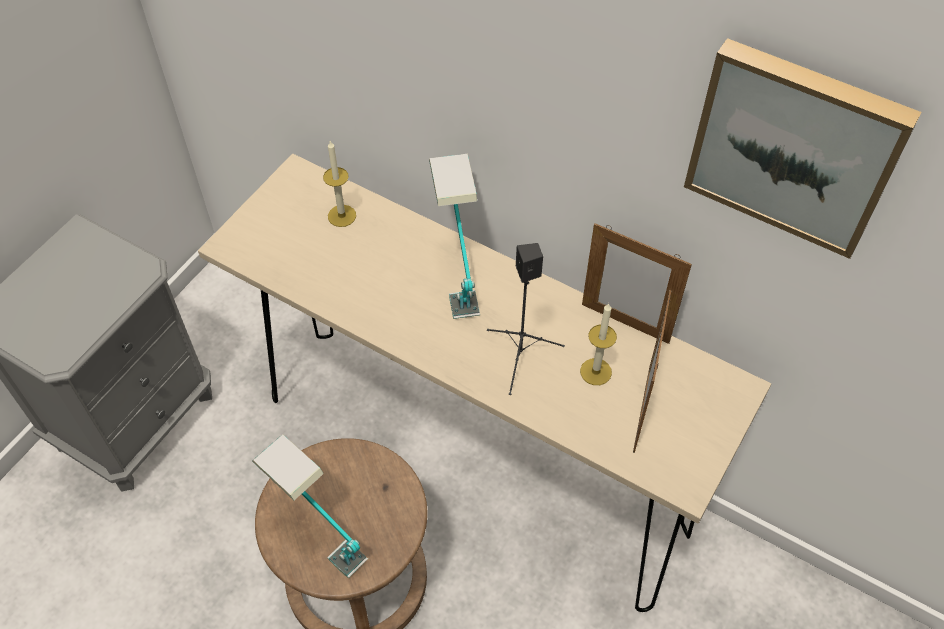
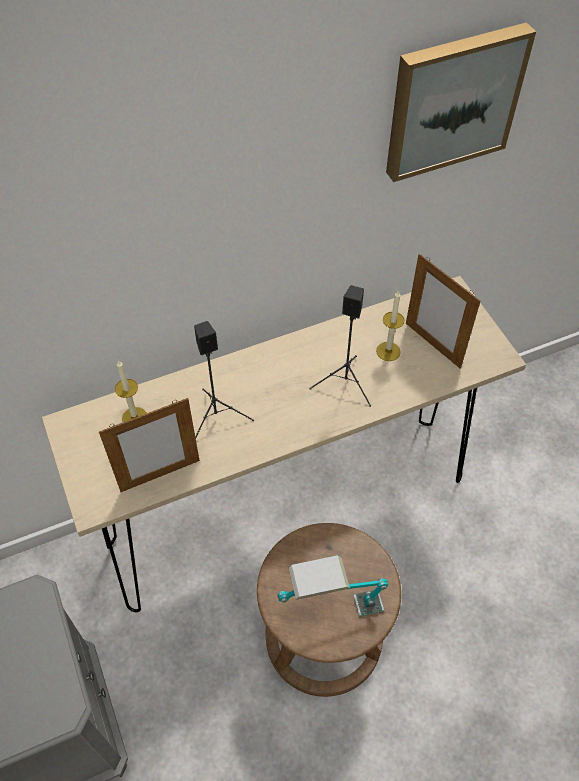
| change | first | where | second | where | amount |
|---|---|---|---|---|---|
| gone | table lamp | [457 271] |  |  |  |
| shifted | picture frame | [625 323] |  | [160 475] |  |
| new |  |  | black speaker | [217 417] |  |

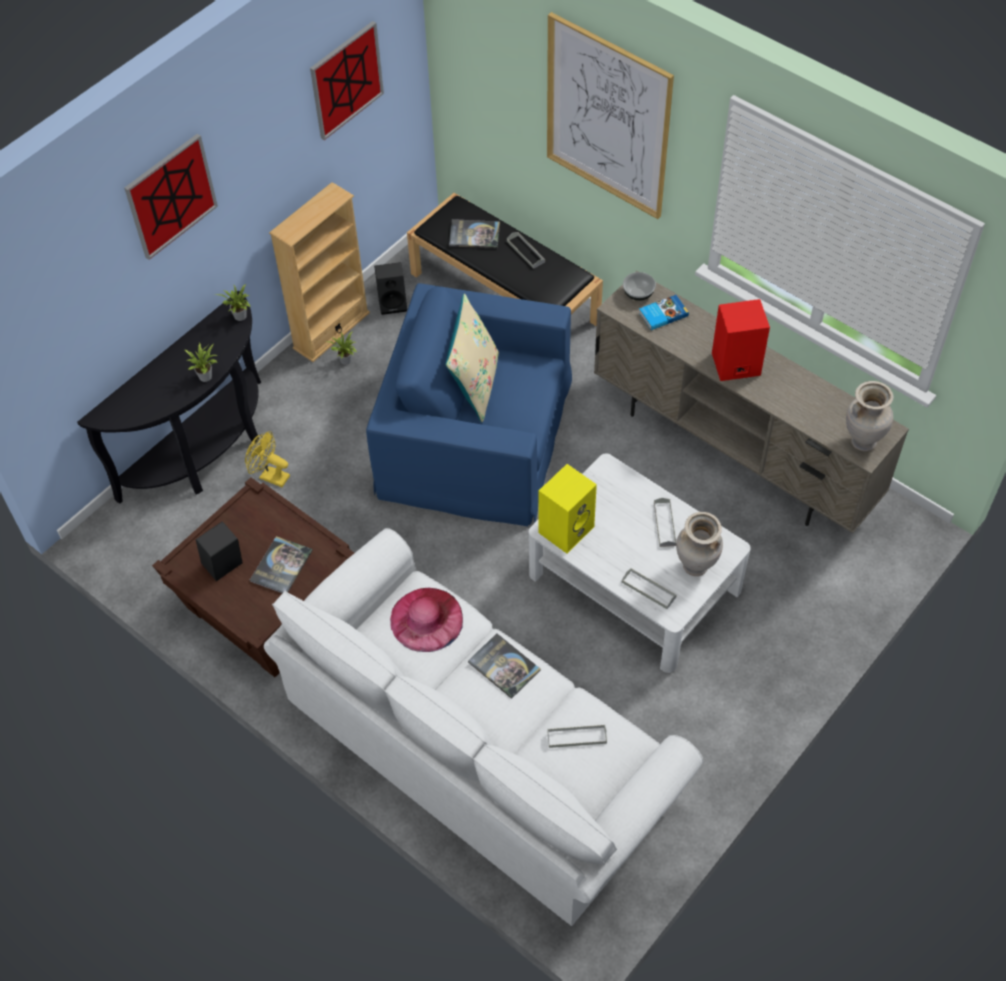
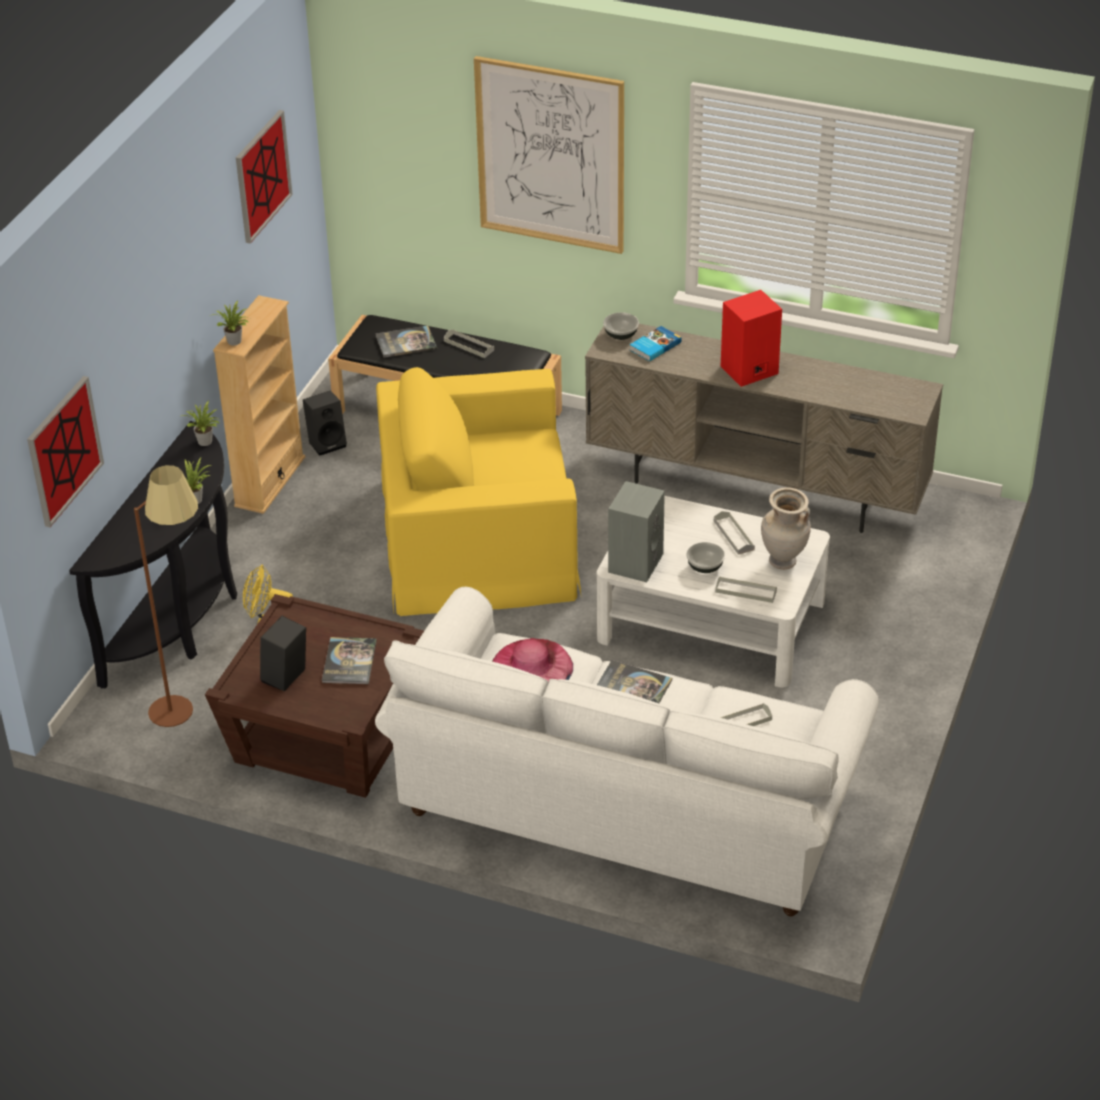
| change | first | where | second | where | amount |
|---|---|---|---|---|---|
| shifted | picture | [171 196] |  | [64 450] |  |
| shifted | potted plant | [346 361] |  | [235 342] |  |
| repainted | blue armchair | [475 436] | yellow armchair | [478 537] |  |
| gone | beige pillow | [474 384] |  |  |  |
| repainted | yellow speaker | [566 528] | grey speaker | [635 562] |  |
| gone | beige vase | [862 441] |  |  |  |
| new |  |  | brown floor lamp | [190 714] |  |
| new |  |  | bowl | [705 567] |  |

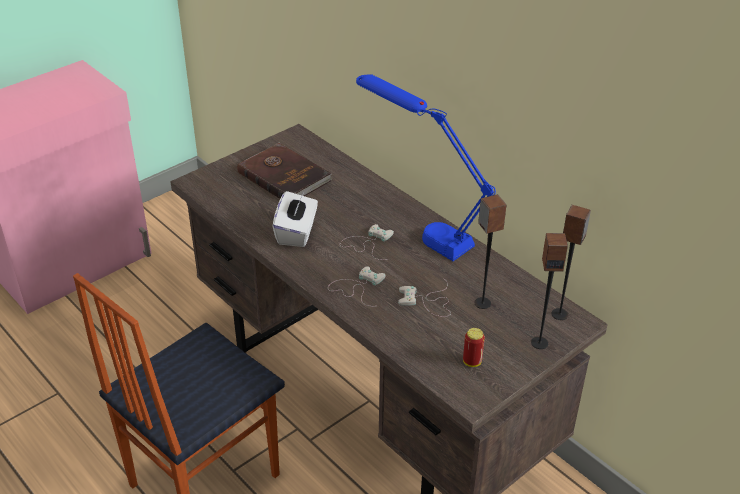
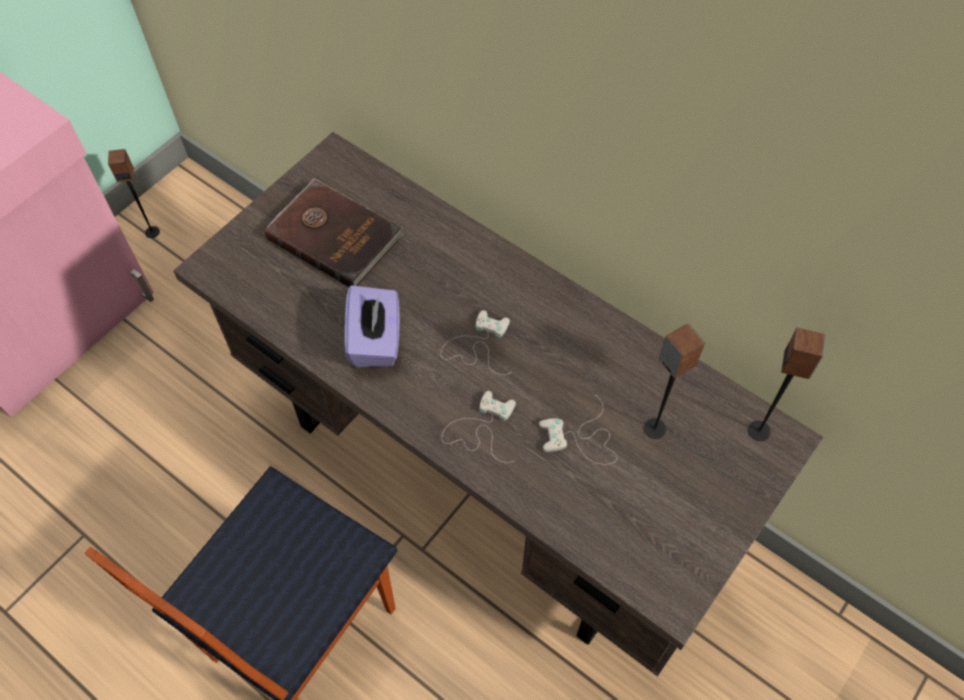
| change | first | where | second | where | amount |
|---|---|---|---|---|---|
| repainted | white tissue box | [297 232] | purple tissue box | [375 340] |  |
| gone | blue table lamp | [420 228] |  |  |  |
| gone | can | [472 362] |  |  |  |
| shifted | speaker | [539 342] |  | [152 232] |  |

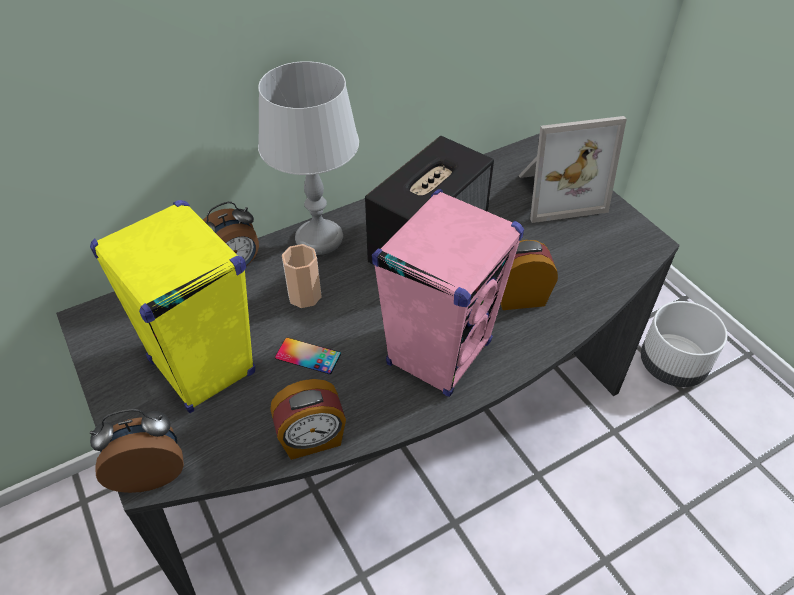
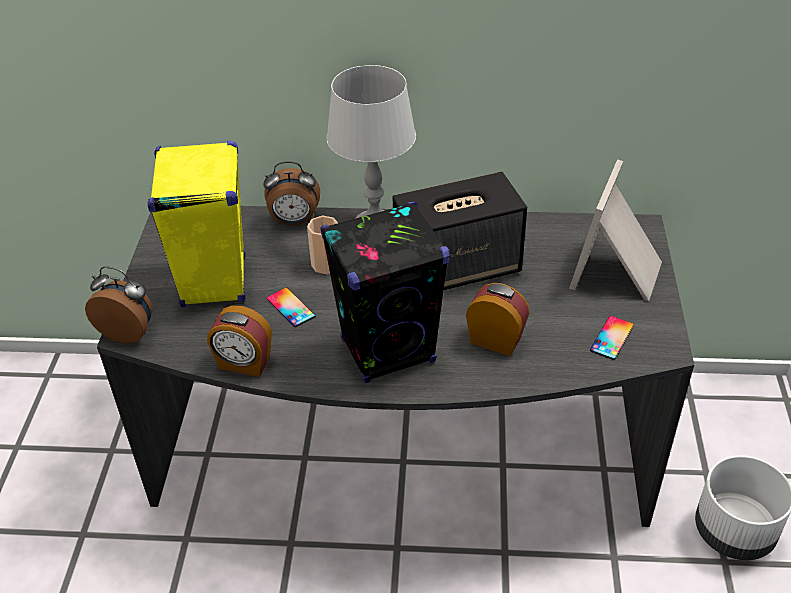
| change | first | where | second | where | amount |
|---|---|---|---|---|---|
| repainted | pink speaker | [439 353] | black speaker | [388 350] |  |
| rotated | picture frame | [557 193] |  | [618 272] | 90 degrees clockwise |
| new |  |  | phone | [612 338] |  |

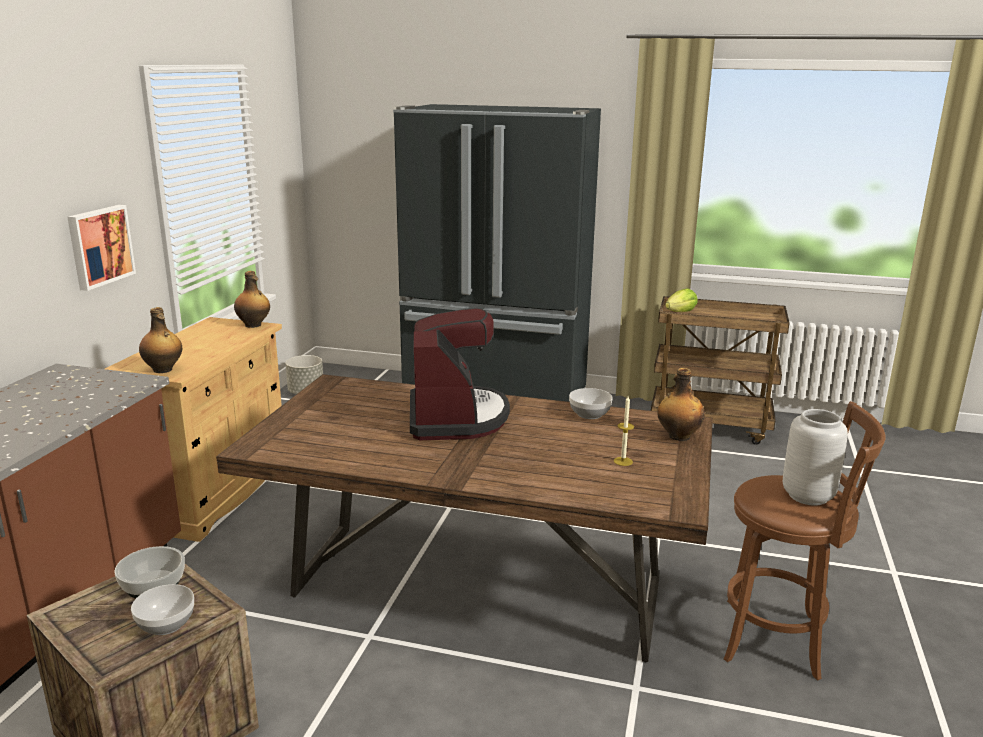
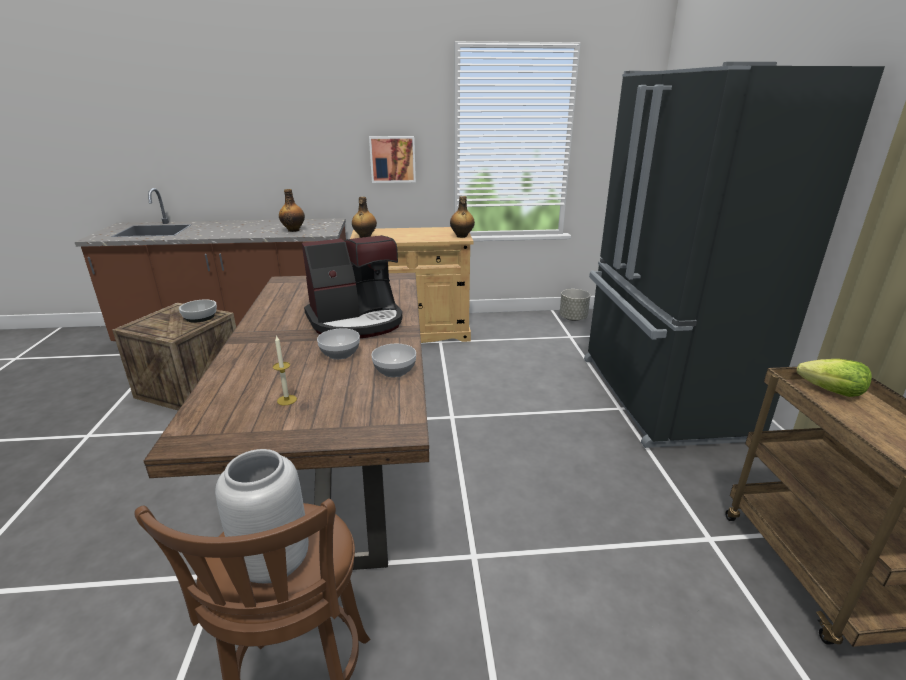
| change | first | where | second | where | amount |
|---|---|---|---|---|---|
| shifted | bowl | [167 624] |  | [340 354] |  |
| shifted | bottle | [678 436] |  | [293 230] |  |

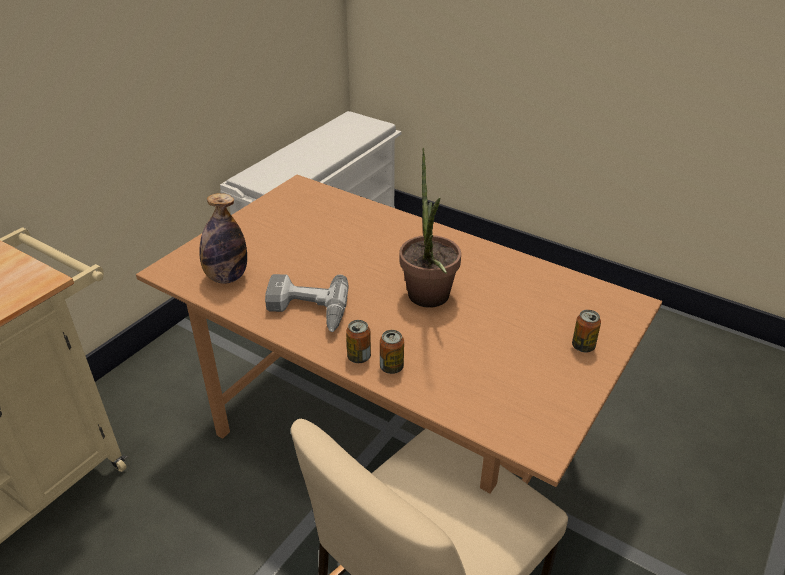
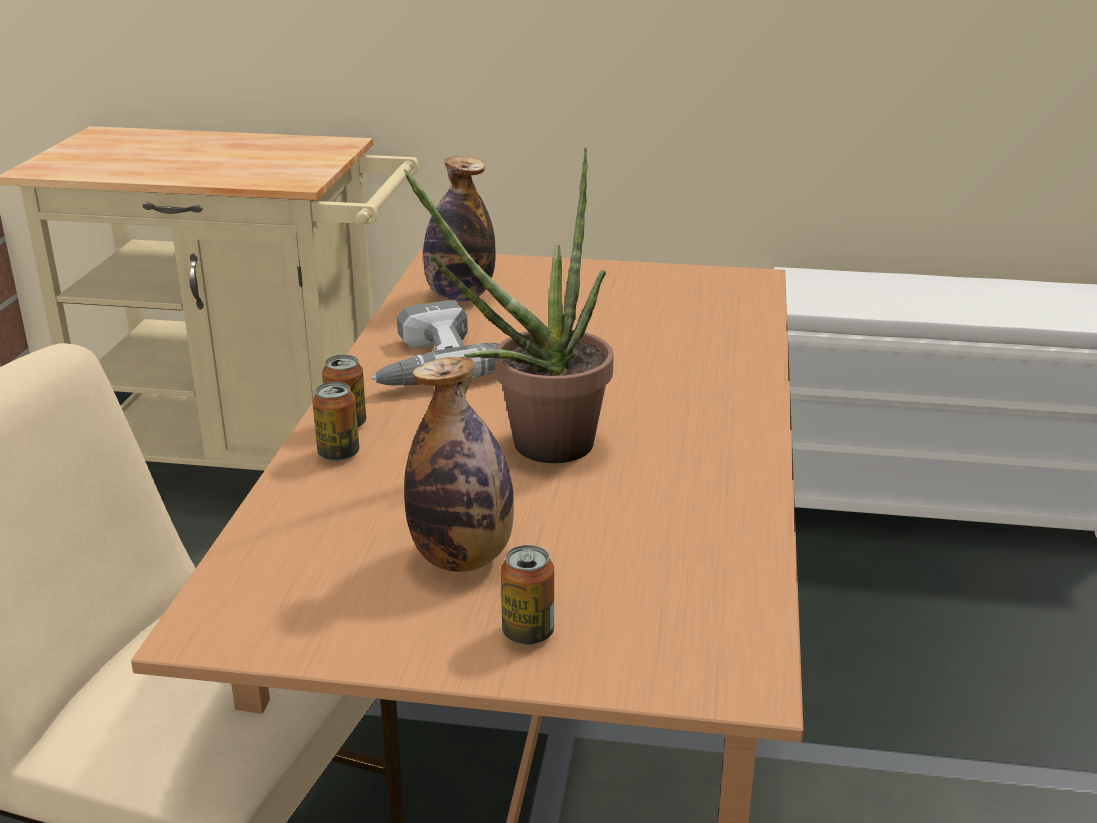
| change | first | where | second | where | amount |
|---|---|---|---|---|---|
| new |  |  | bottle | [462 558] |  |

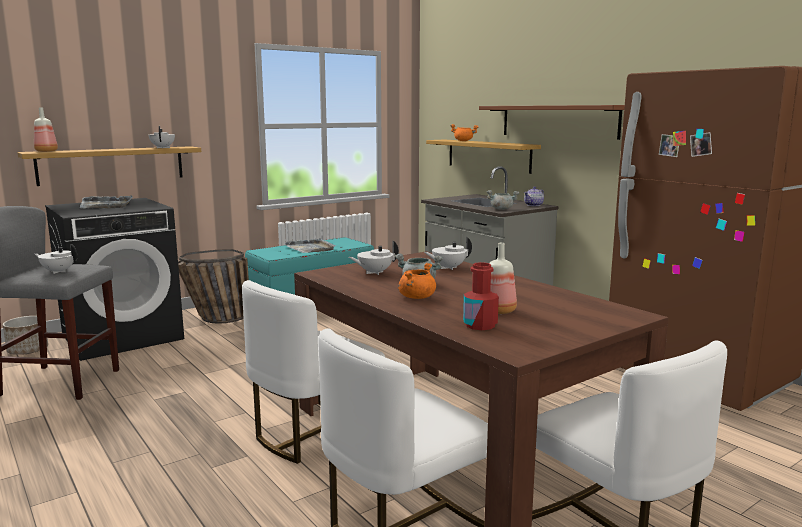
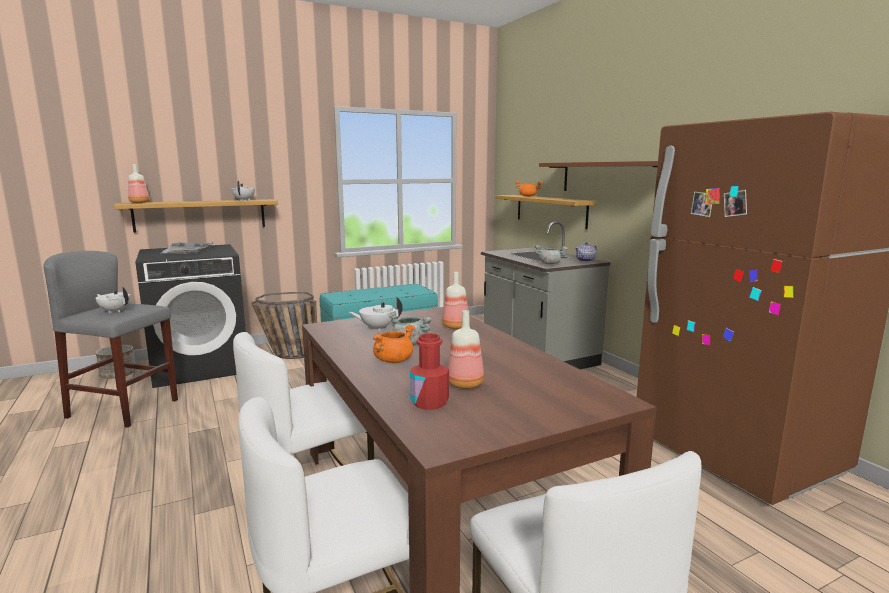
| change | first | where | second | where | amount |
|---|---|---|---|---|---|
| gone | grey tray | [310 248] |  |  |  |
| swapped | white teapot | [448 268] | bottle | [454 326] |  |

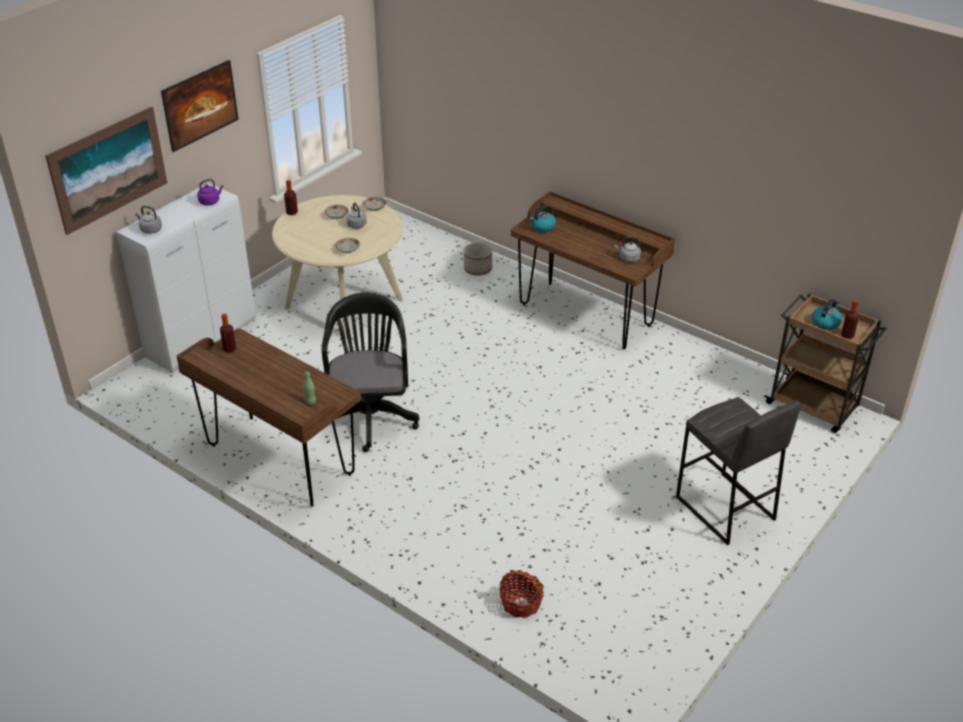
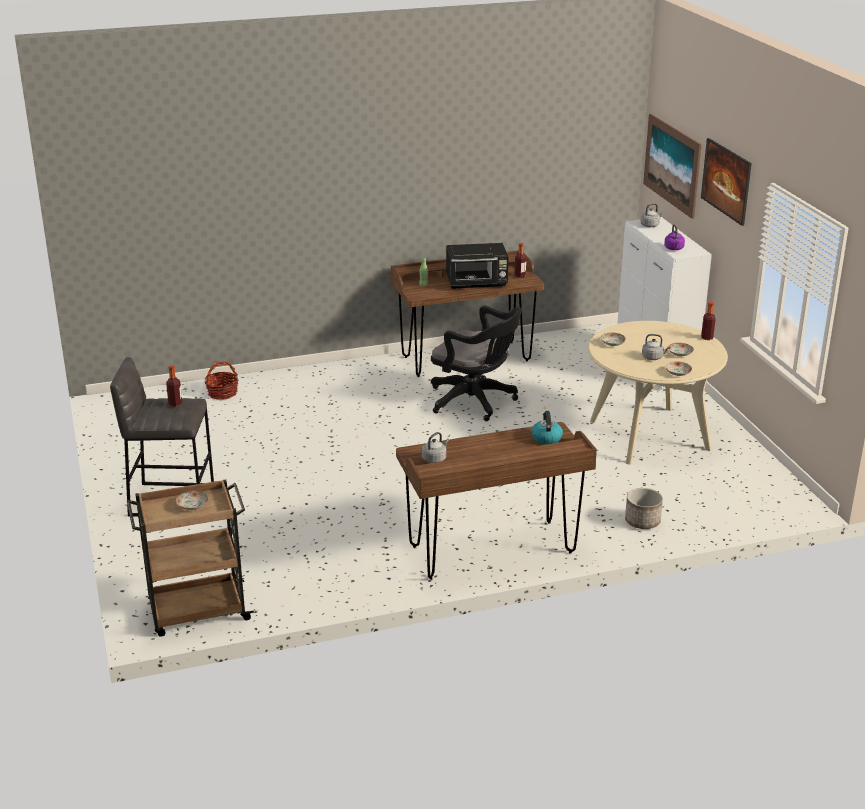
| change | first | where | second | where | amount |
|---|---|---|---|---|---|
| swapped | kettle | [826 322] | plate | [193 505] |  |
| shifted | bottle | [847 335] |  | [175 404] |  |
| new |  |  | black microwave | [477 283] |  |

